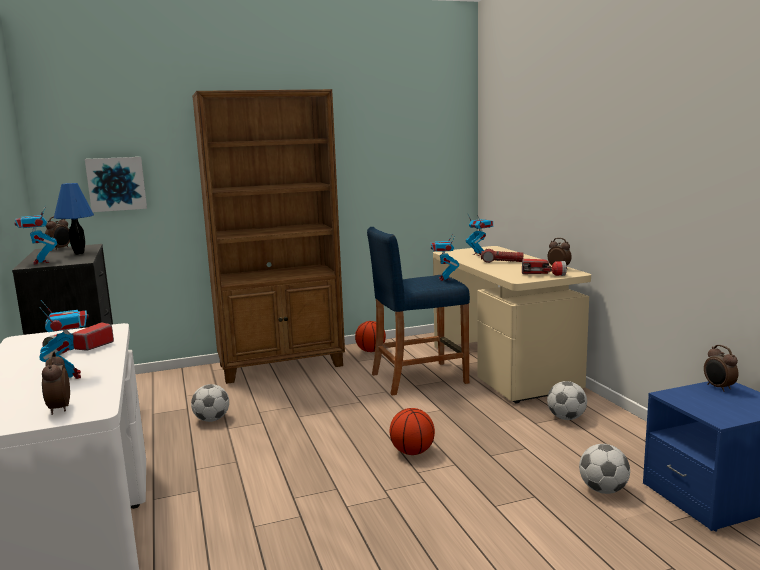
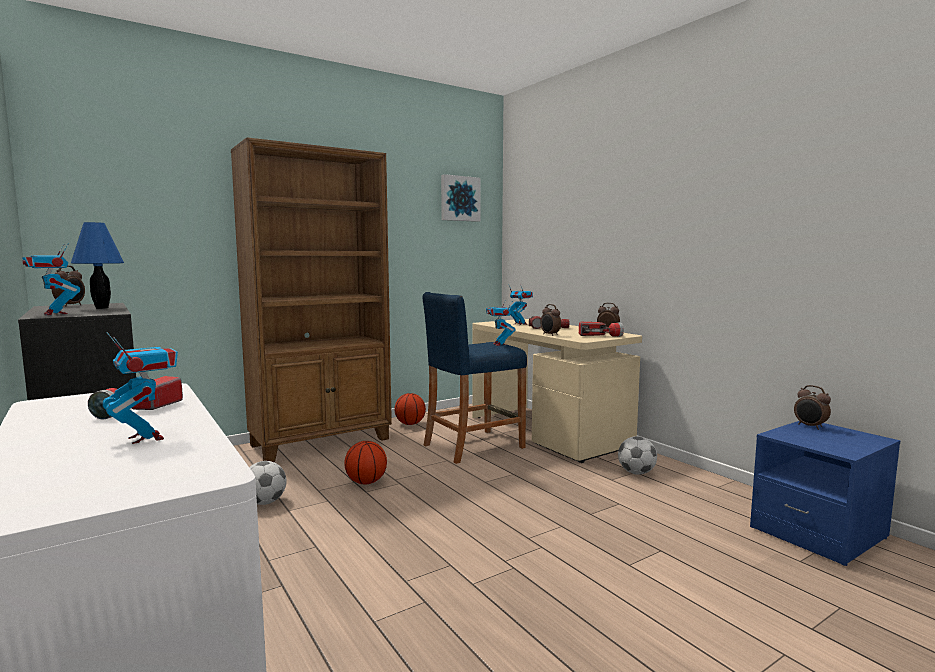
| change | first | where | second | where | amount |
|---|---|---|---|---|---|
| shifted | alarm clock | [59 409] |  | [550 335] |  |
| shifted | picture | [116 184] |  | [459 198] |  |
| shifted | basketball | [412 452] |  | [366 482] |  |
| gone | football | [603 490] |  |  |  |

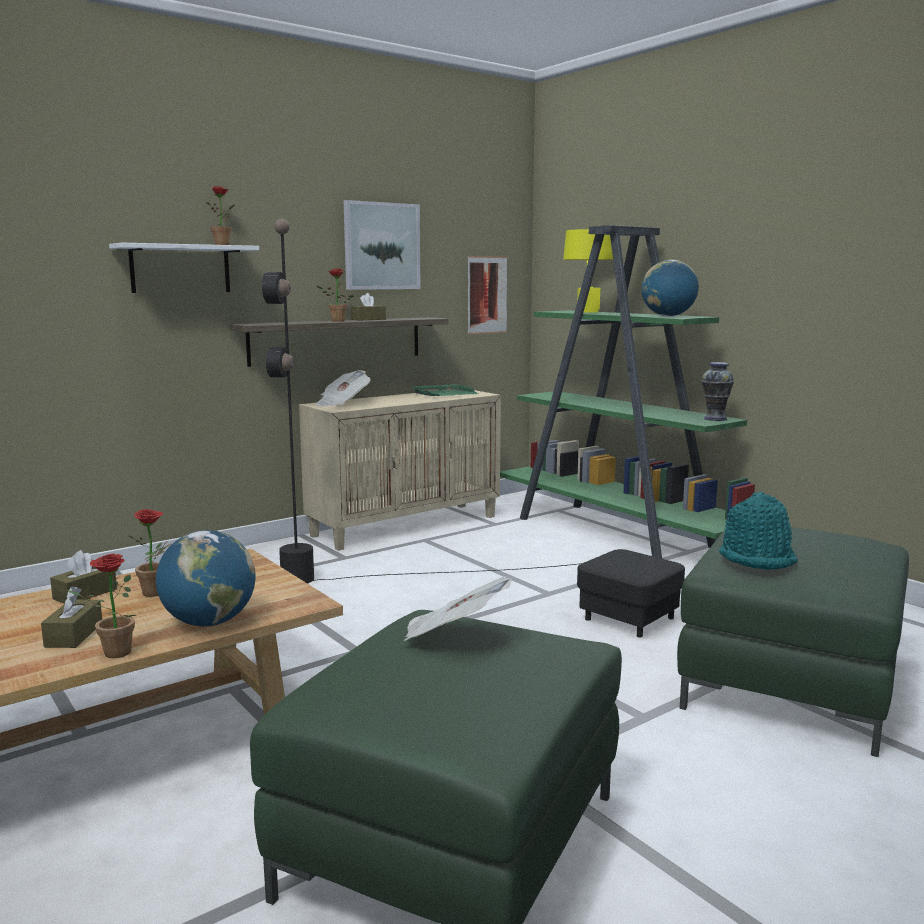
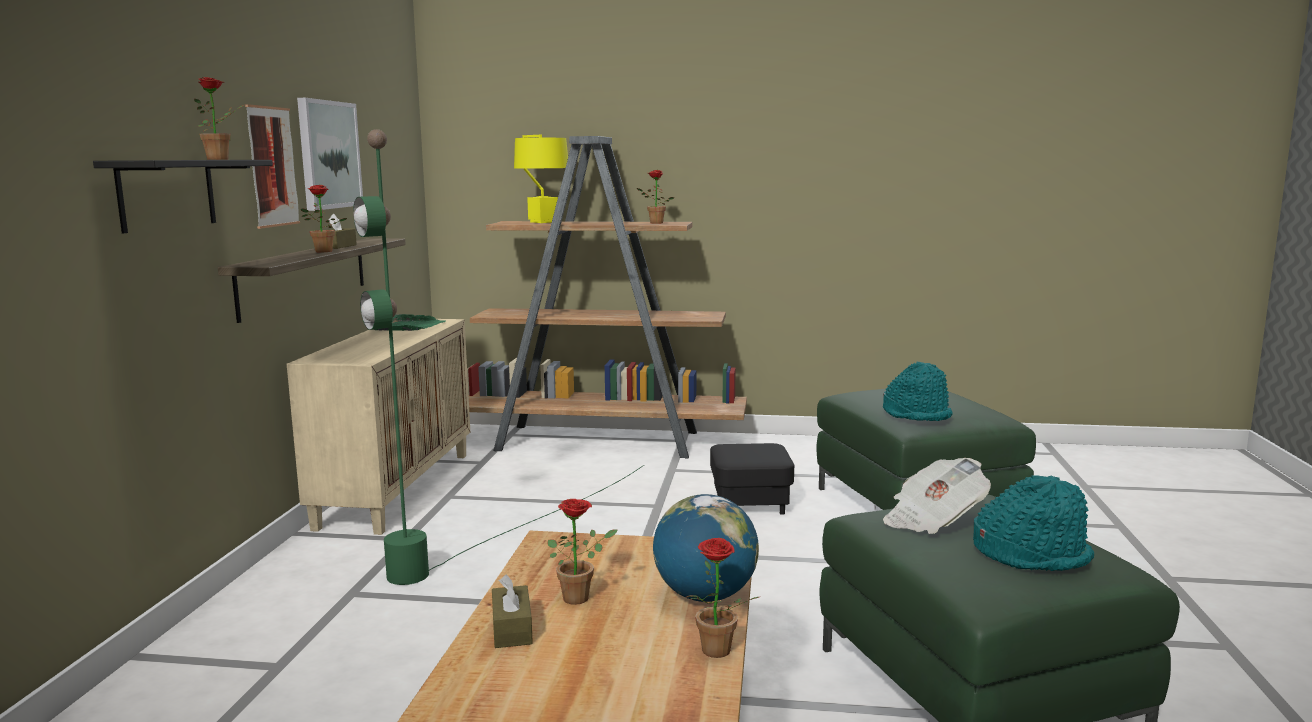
| change | first | where | second | where | amount |
|---|---|---|---|---|---|
| gone | brown tissue box | [74 635] |  |  |  |
| repainted | white shelf | [180 269] | black shelf | [167 194] |  |
| repainted | black floor lamp | [389 575] | green floor lamp | [491 538] |  |
| gone | newspaper | [342 403] |  |  |  |
| shifted | picture | [487 295] |  | [272 167] |  |
| repainted | green bookcase | [616 533] | brown bookcase | [601 442] |  |
| swapped | globe | [668 316] | potted plant | [654 223] |  |
| gone | vase | [715 419] |  |  |  |
| new |  |  | turquoise hat | [1031 554] |  |

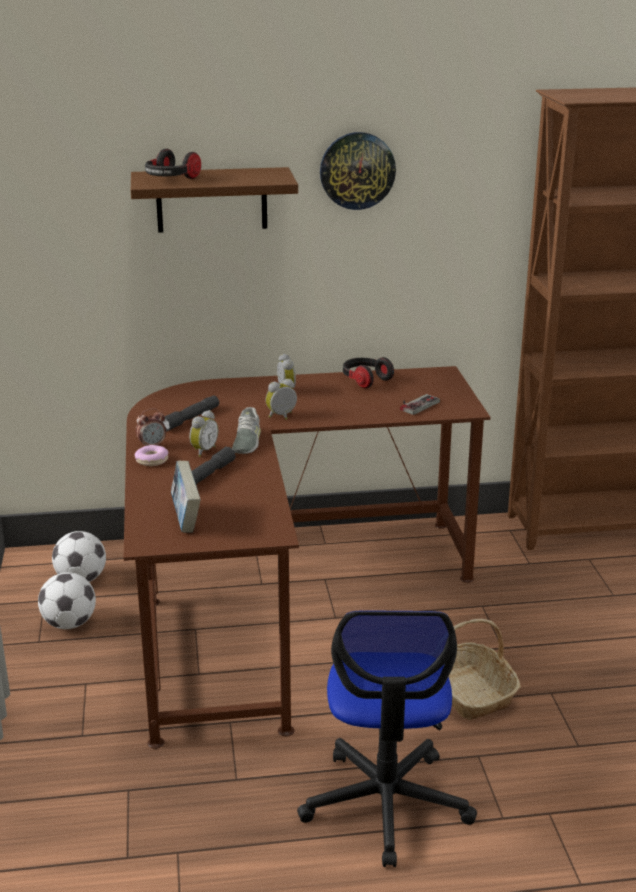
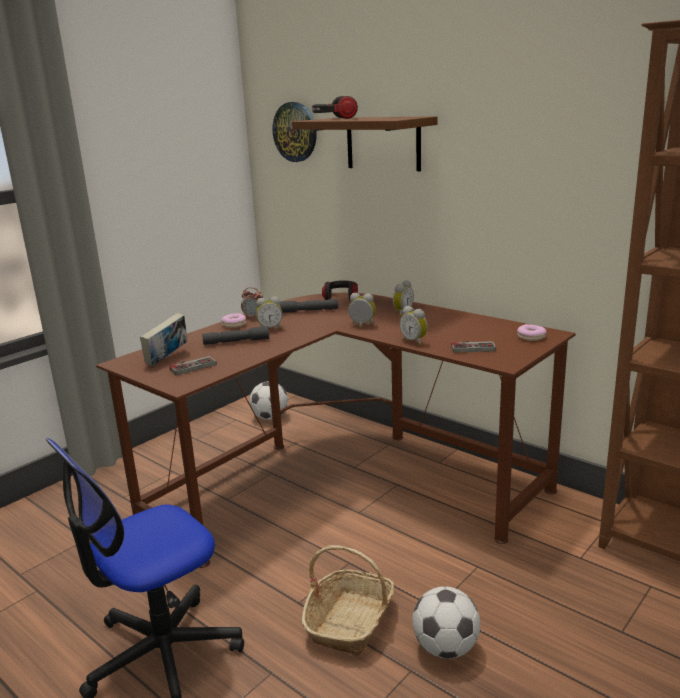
| change | first | where | second | where | amount |
|---|---|---|---|---|---|
| shifted | football | [69 624] |  | [445 648] |  |
| gone | grey shoe | [246 442] |  |  |  |
| shifted | wall clock | [357 170] |  | [295 132] |  |
| shifted | headphones | [365 380] |  | [341 298] |  |
| new |  |  | game controller | [191 365] |  |
| new |  |  | alarm clock | [414 341] |  |
| new |  |  | donut | [531 337] |  |

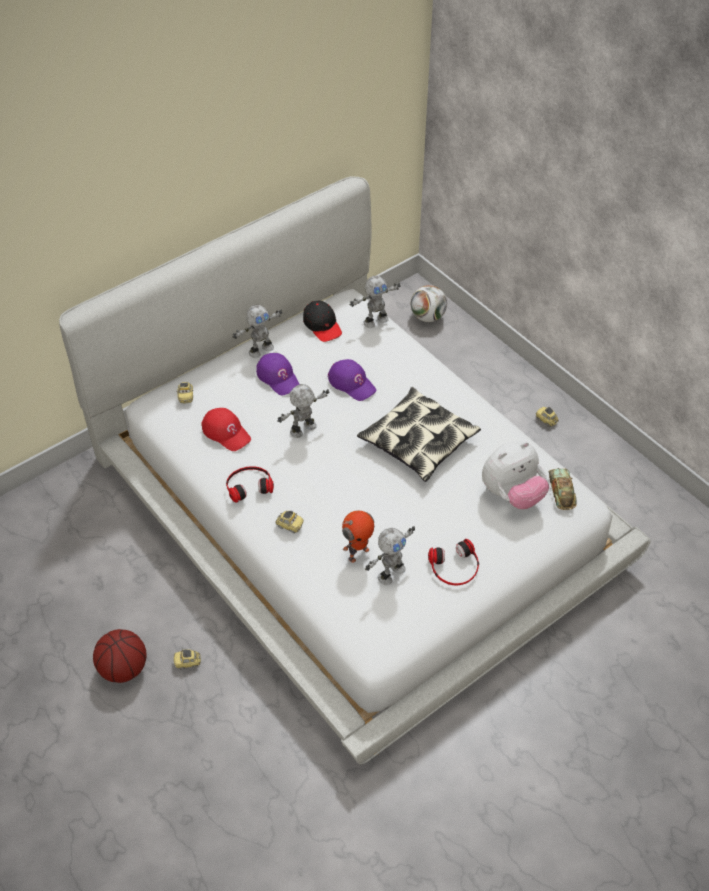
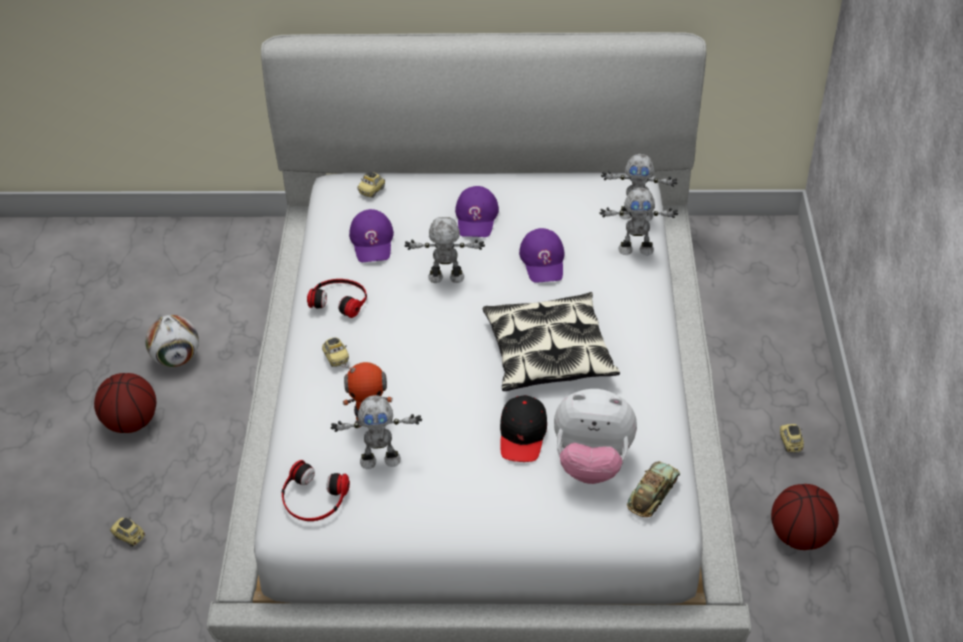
| change | first | where | second | where | amount |
|---|---|---|---|---|---|
| shifted | toy car | [187 662] |  | [129 536] |  |
| repainted | red cap | [226 432] | purple cap | [372 241] |  |
| shifted | toy robot | [260 350] |  | [635 249] |  |
| shifted | black cap | [322 325] |  | [523 435] |  |
| shifted | football | [427 317] |  | [177 358] |  |
| shifted | headphones | [454 567] |  | [313 498] |  |
| new |  |  | basketball | [799 536] |  |

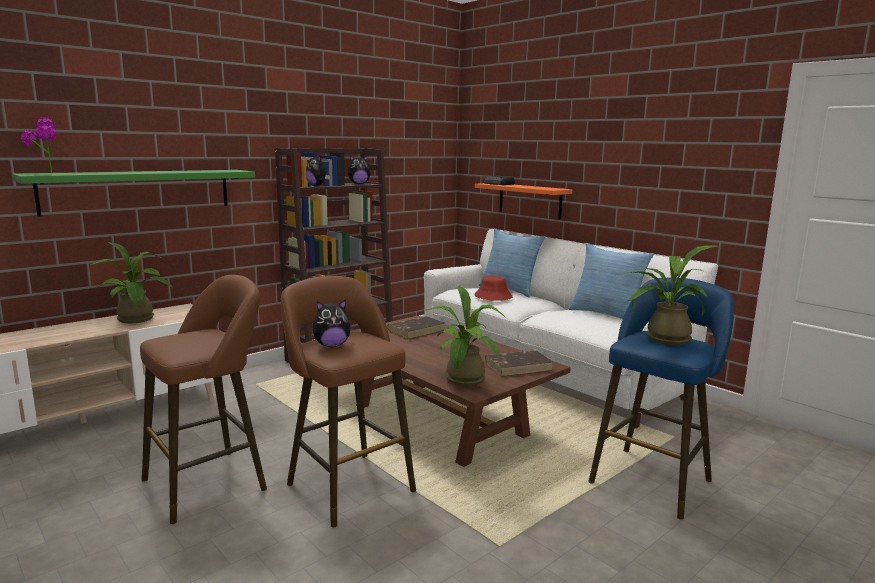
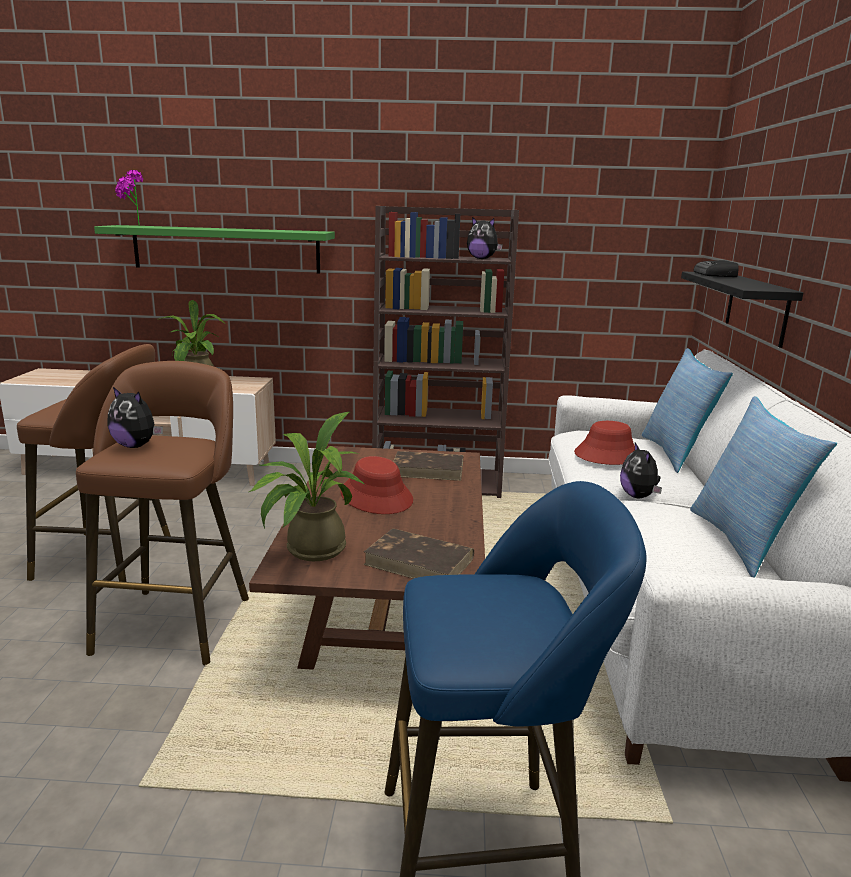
| change | first | where | second | where | amount |
|---|---|---|---|---|---|
| shifted | plush toy | [316 186] |  | [638 496] |  |
| repainted | orange shelf | [529 200] | black shelf | [756 308] |  |
| gone | potted plant | [662 339] |  |  |  |
| new |  |  | red hat | [376 496] |  |

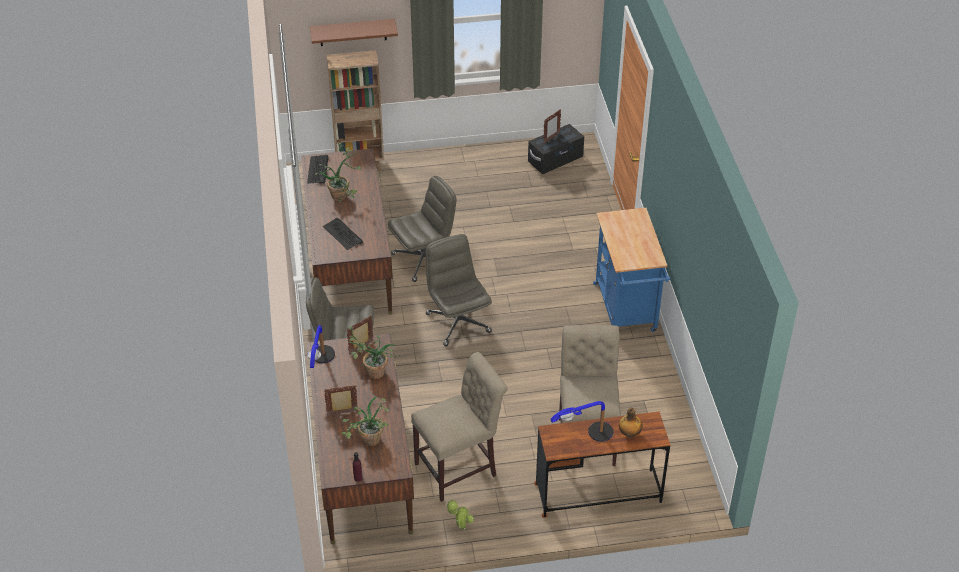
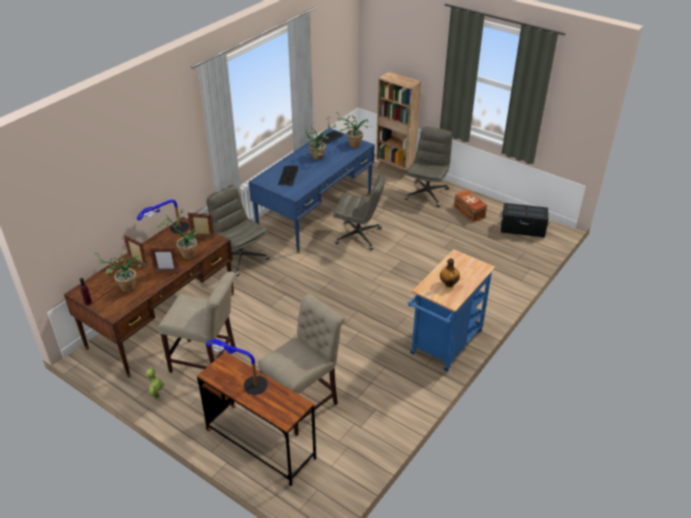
| change | first | where | second | where | amount |
|---|---|---|---|---|---|
| repainted | brown desk | [349 263] | blue desk | [315 213] |  |
| gone | brown shelf | [353 32] |  |  |  |
| shifted | grey office chair | [457 322] |  | [427 193] |  |
| shifted | picture frame | [551 138] |  | [167 272] |  |
| shifted | bottle | [629 434] |  | [448 284] |  |
| new |  |  | potted plant | [351 145] |  |
| new |  |  | brown storage box | [469 212] |  |

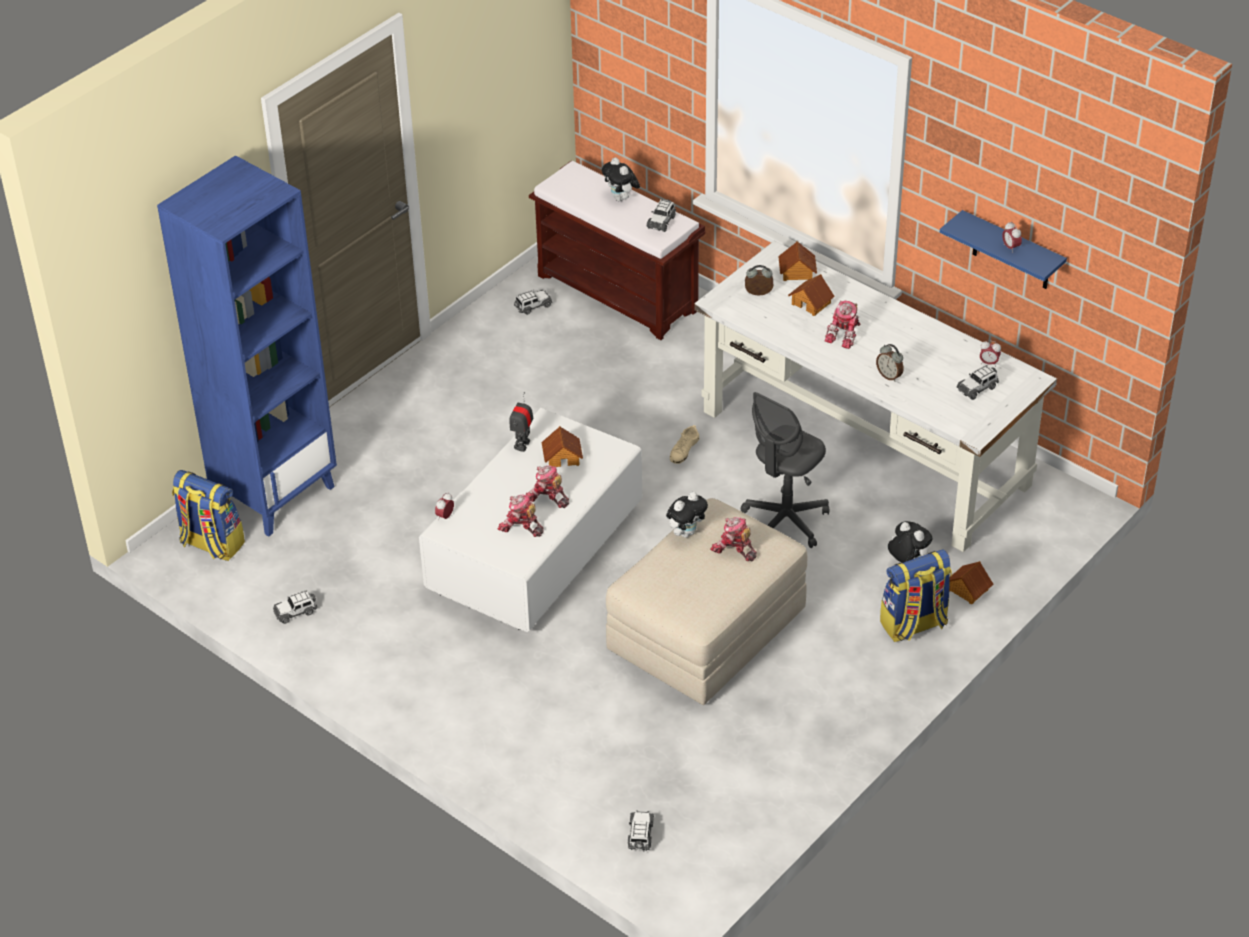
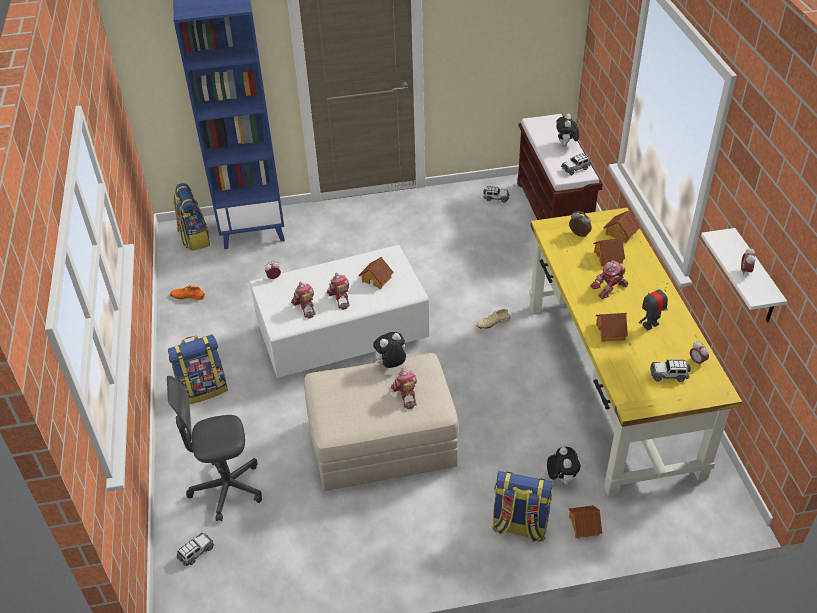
| change | first | where | second | where | amount |
|---|---|---|---|---|---|
| swapped | toy car | [295 612] | orange shoe | [188 296] |  |
| shifted | toy robot | [522 445] |  | [650 325] |  |
| rotated | plush toy | [686 532] |  | [390 365] | 150 degrees clockwise |
| repainted | white desk | [866 448] | yellow desk | [611 385] |  |
| shifted | grey office chair | [785 522] |  | [227 489] |  |
| swapped | alarm clock | [889 376] | toy house | [611 331] |  |
| repainted | blue shelf | [1011 252] | white shelf | [755 279] |  |
| new |  |  | backpack | [203 389] |  |

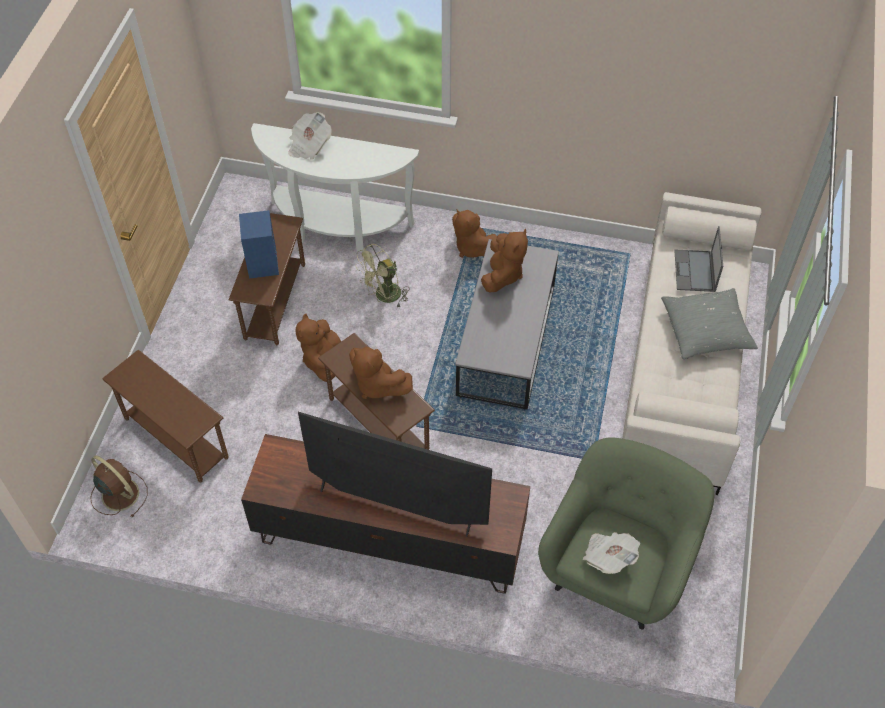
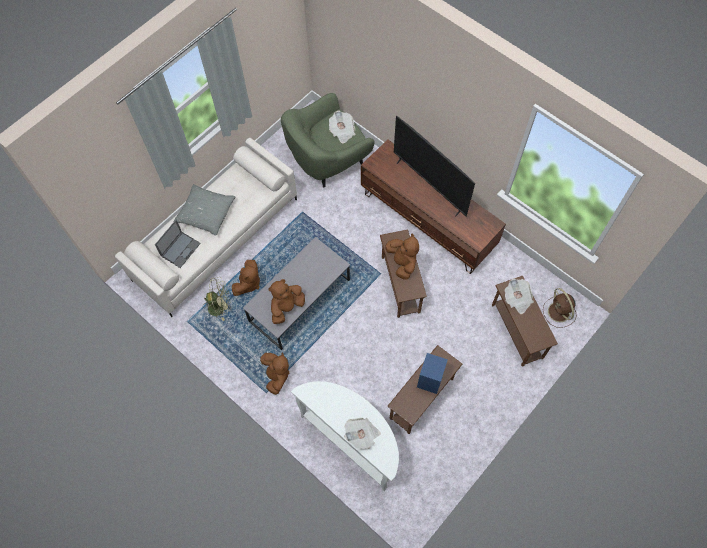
| change | first | where | second | where | amount |
|---|---|---|---|---|---|
| shifted | brown plush toy | [322 360] |  | [248 283] |  |
| shifted | green fan | [384 297] |  | [220 306] |  |
| new |  |  | newspaper | [517 299] |  |

